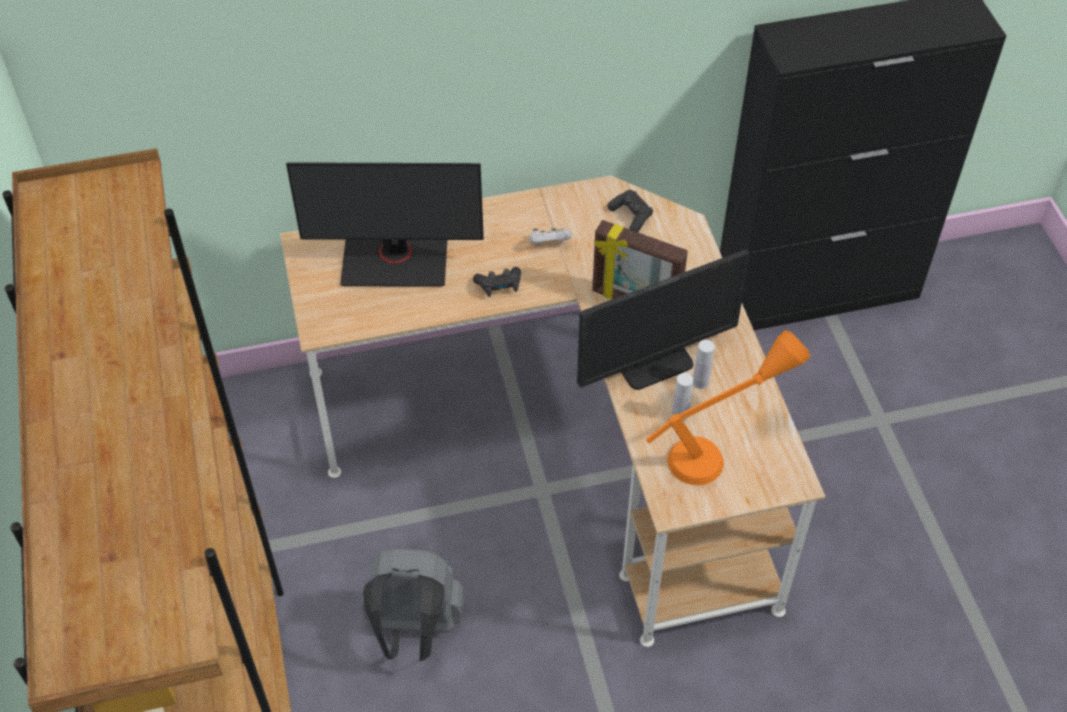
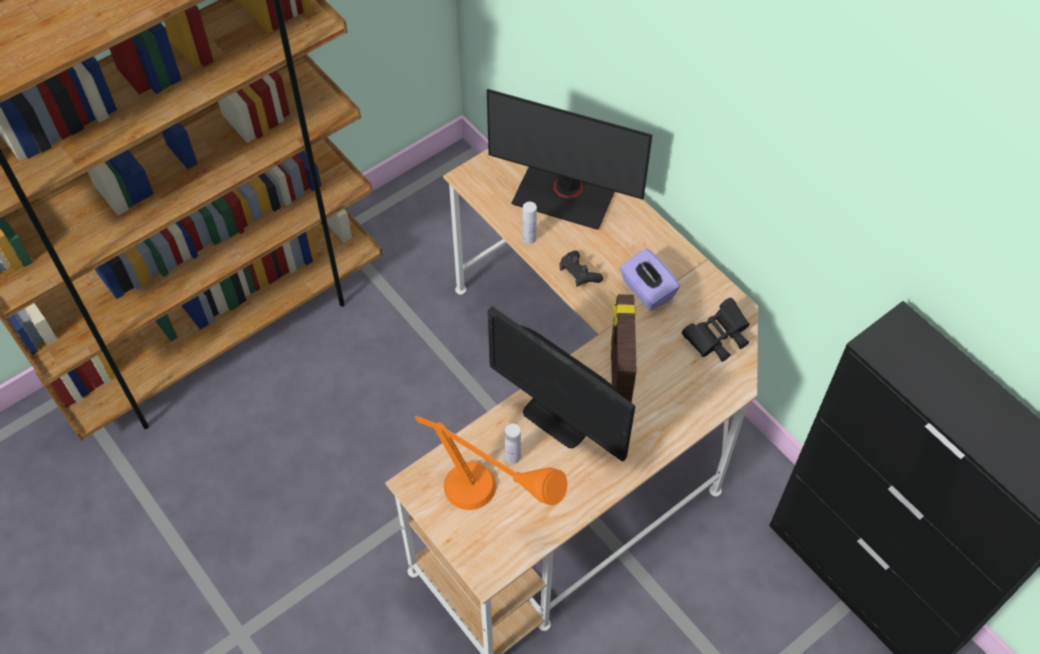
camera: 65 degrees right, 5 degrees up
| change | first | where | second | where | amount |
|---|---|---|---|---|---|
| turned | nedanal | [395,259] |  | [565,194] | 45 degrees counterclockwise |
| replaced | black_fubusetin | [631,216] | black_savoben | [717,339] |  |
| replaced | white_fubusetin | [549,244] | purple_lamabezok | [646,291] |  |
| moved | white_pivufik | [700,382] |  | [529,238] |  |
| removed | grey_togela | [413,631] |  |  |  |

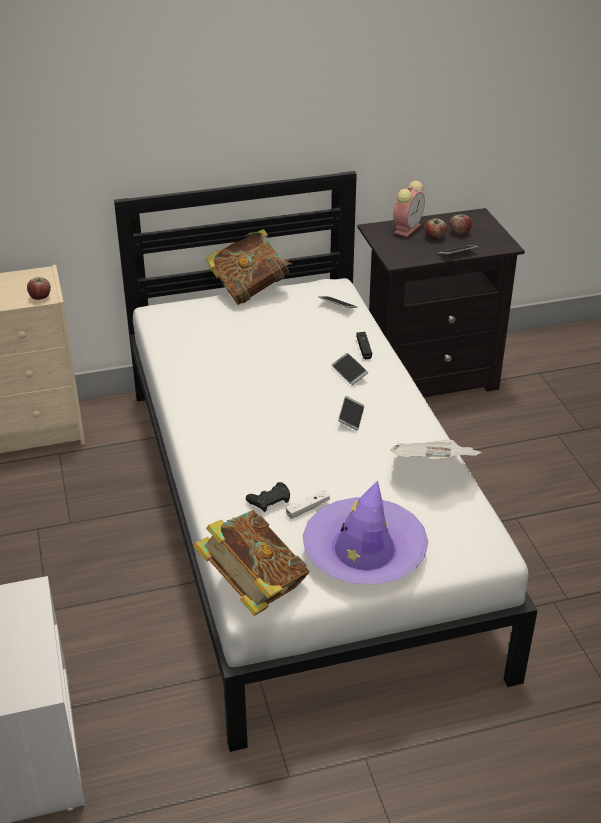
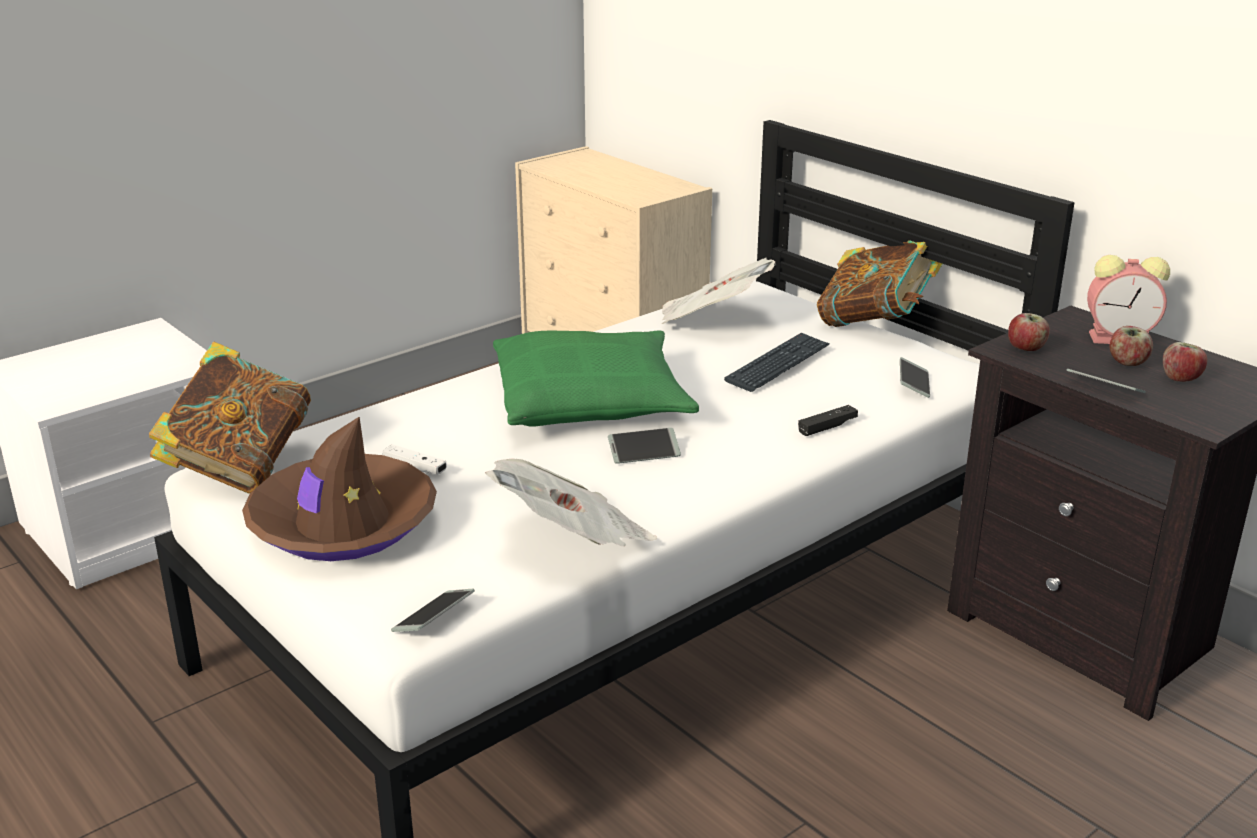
camera: 65 degrees right, 10 degrees down
| change | first | where | second | where | amount |
|---|---|---|---|---|---|
| moved | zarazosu | [40,297] |  | [1026,349] |  |
| moved | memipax | [349,372] |  | [434,618] |  |
| recoloured | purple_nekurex | [364,552] | brown_nekurex | [342,524] |  |
| removed | black_fubusetin | [269,500] |  |  |  |
| added |  |  | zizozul | [712,320] |  |
| added |  |  | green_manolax | [591,400] |  |
| added |  |  | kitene | [778,364] |  |

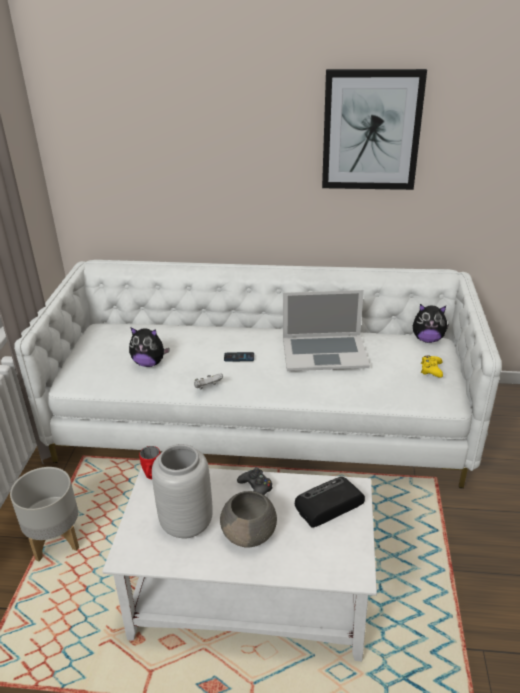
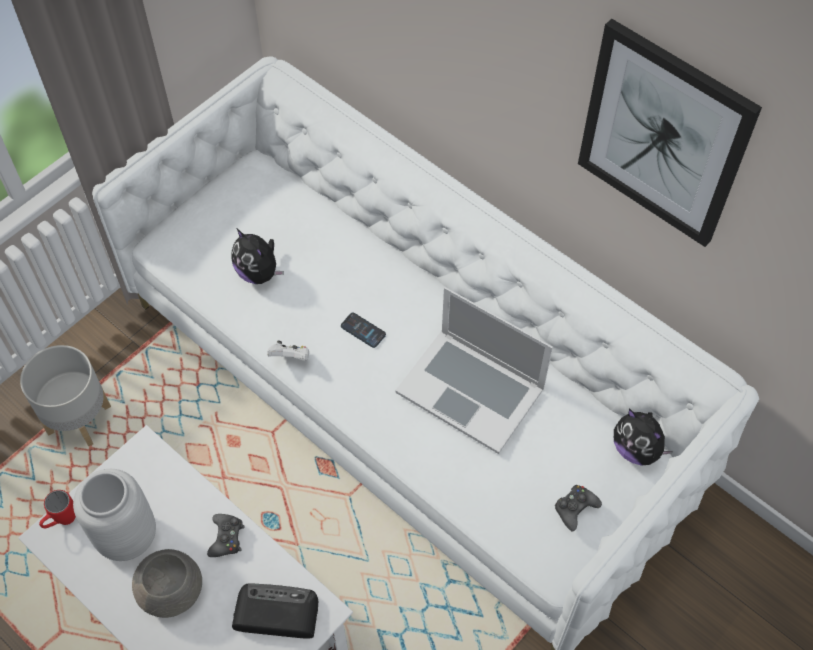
camera: 35 degrees right, 25 degrees up
| change | first | where | second | where | amount |
|---|---|---|---|---|---|
| recoloured | yellow_fubusetin | [431,369] | black_fubusetin | [575,508] |  |
| moved | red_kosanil | [152,478] |  | [62,521] |  |

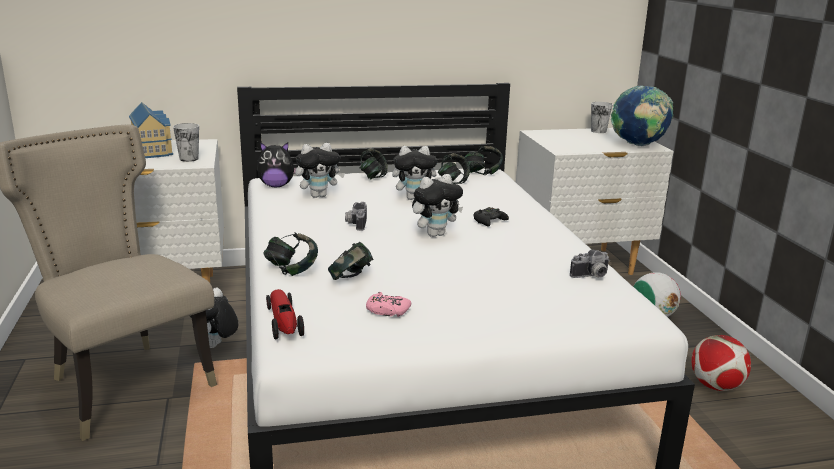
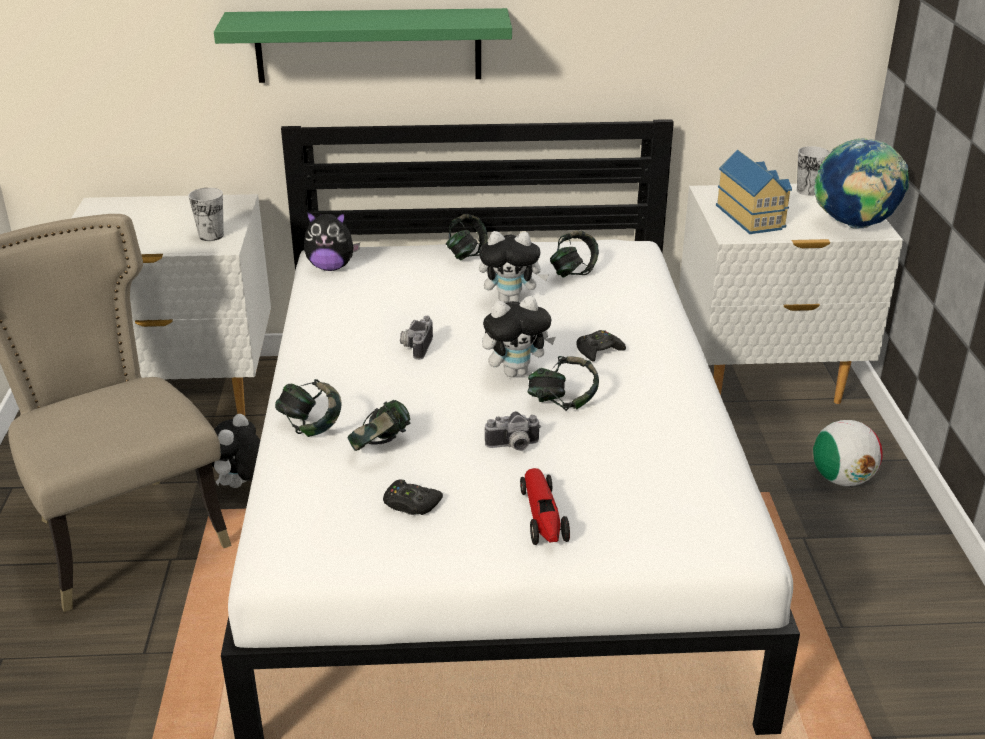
camera: 10 degrees right, 10 degrees up
| change | first | where | second | where | amount |
|---|---|---|---|---|---|
| moved | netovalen | [153,150] |  | [752,216] |  |
| removed | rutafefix | [319,196] |  |  |  |
| moved | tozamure | [482,173] |  | [562,402] |  |
| moved | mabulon | [591,276] |  | [513,447] |  |
| moved | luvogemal | [284,322] |  | [543,517] |  |
| recoloured | pink_fubusetin | [387,310] | black_fubusetin | [411,504] |  |
| removed | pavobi | [716,386] |  |  |  |
| added |  |  | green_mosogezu | [368,45] |  |

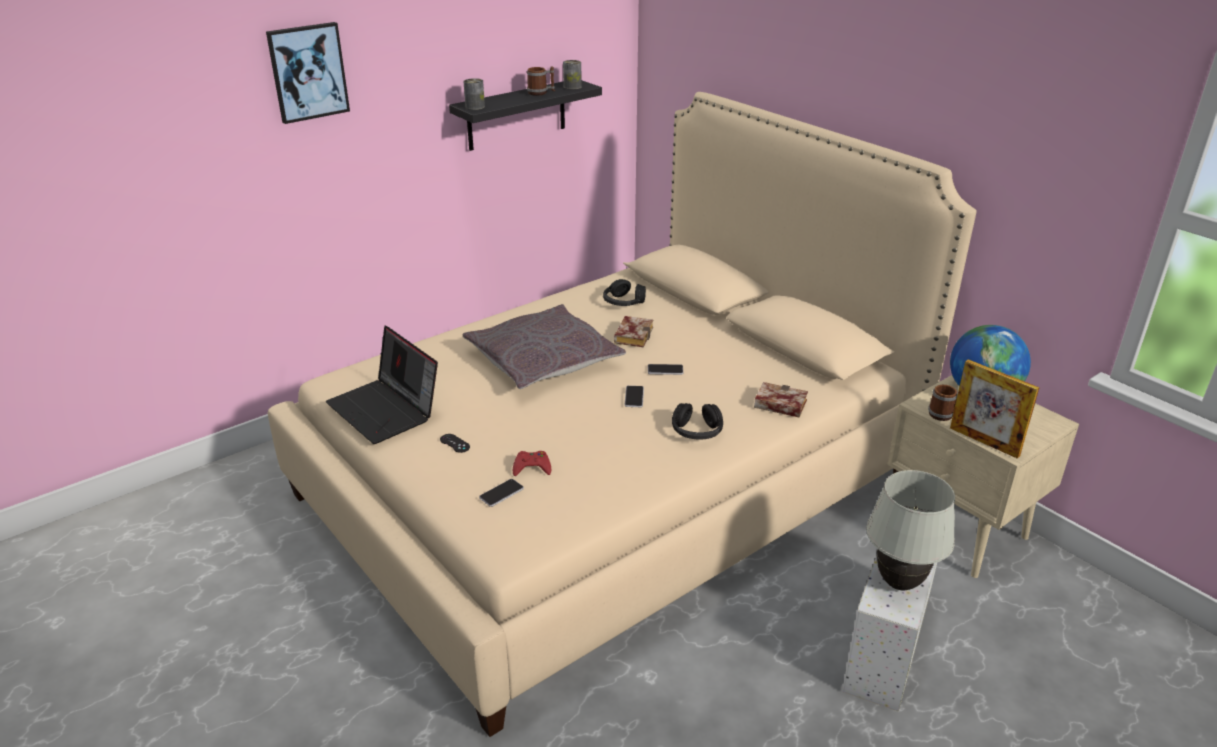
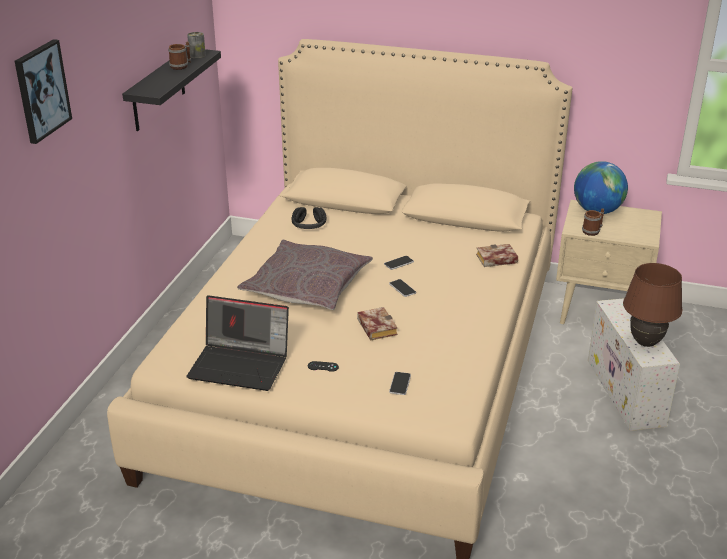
camera: 35 degrees left, 0 degrees up
| change | first | where | second | where | amount |
|---|---|---|---|---|---|
| removed | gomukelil | [475,107] |  |  |  |
| moved | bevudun | [632,335] |  | [375,327] |  |
| removed | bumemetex | [984,442] |  |  |  |
| removed | black_tozamure | [697,431] |  |  |  |
| removed | red_fubusetin | [532,467] |  |  |  |
| recoloured | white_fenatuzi | [900,583] | brown_fenatuzi | [646,342] |  |

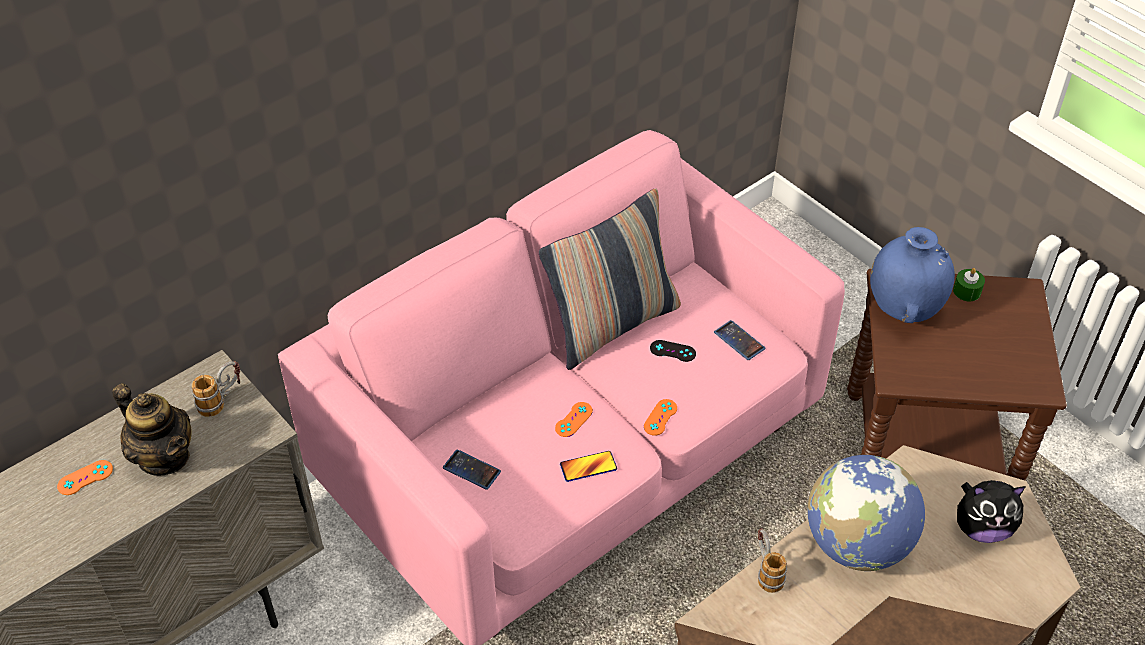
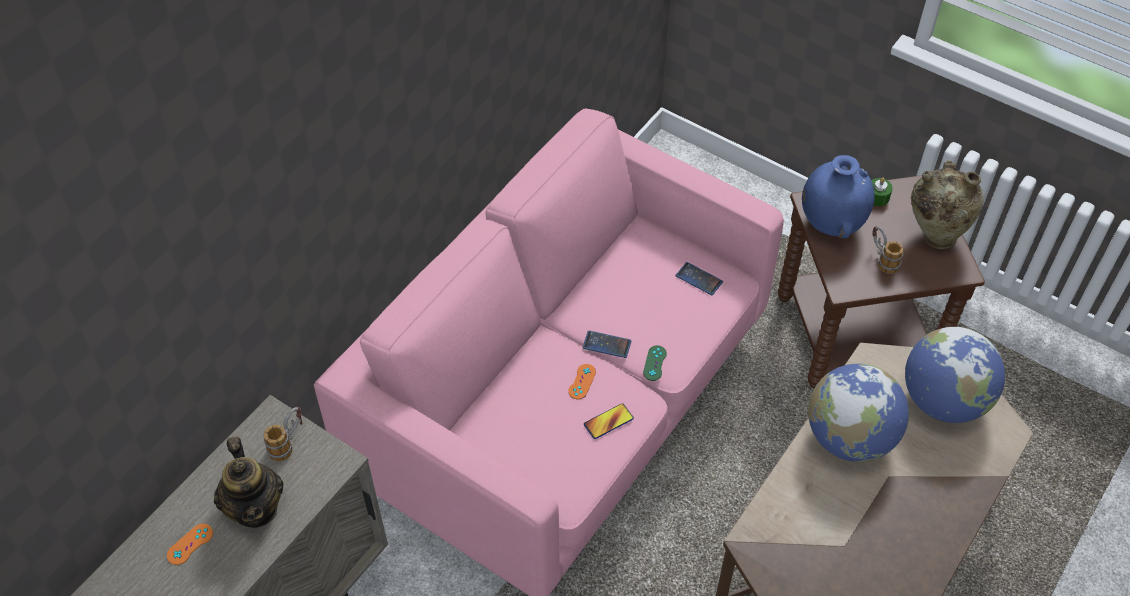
camera: 15 degrees left, 5 degrees up
| change | first | where | second | where | amount |
|---|---|---|---|---|---|
| removed | manolax | [612,325] |  |  |  |
| removed | black_fubusetin | [672,351] |  |  |  |
| turned | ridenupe | [164,457] |  | [255,507] | 45 degrees clockwise |
| recoloured | orange_fubusetin | [660,417] | green_fubusetin | [655,363] |  |
| moved | memipax | [471,470] |  | [607,344] |  |
| replaced | rutafefix | [981,528] | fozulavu | [943,401] |  |
| moved | kosanil | [766,571] |  | [881,259] |  |
| added |  |  | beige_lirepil | [935,235] |  |

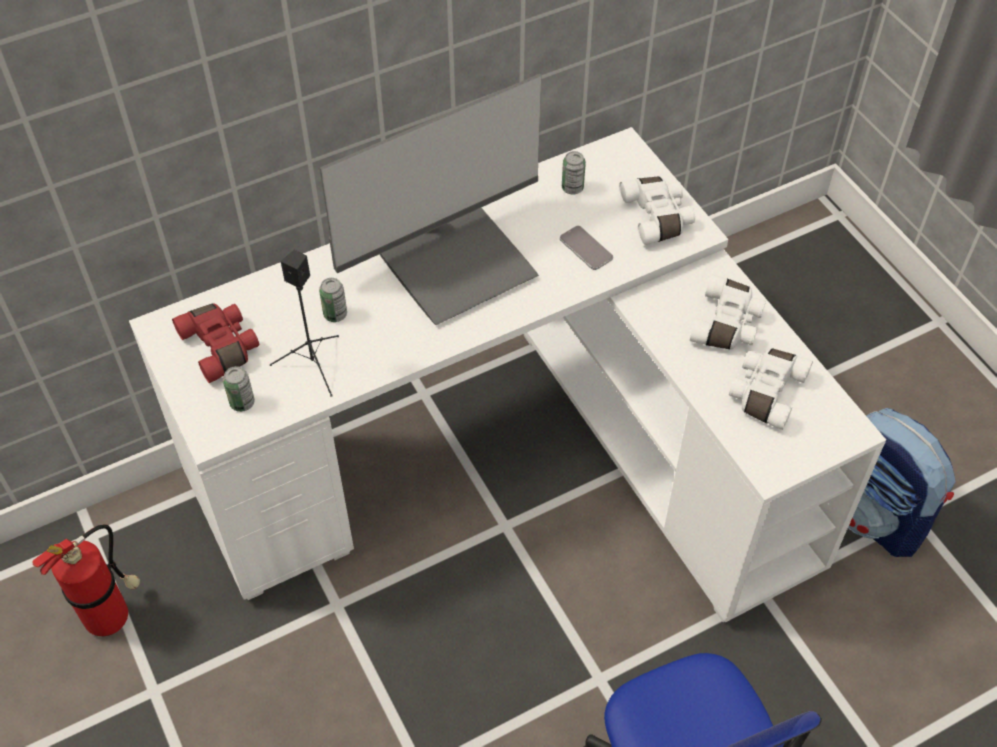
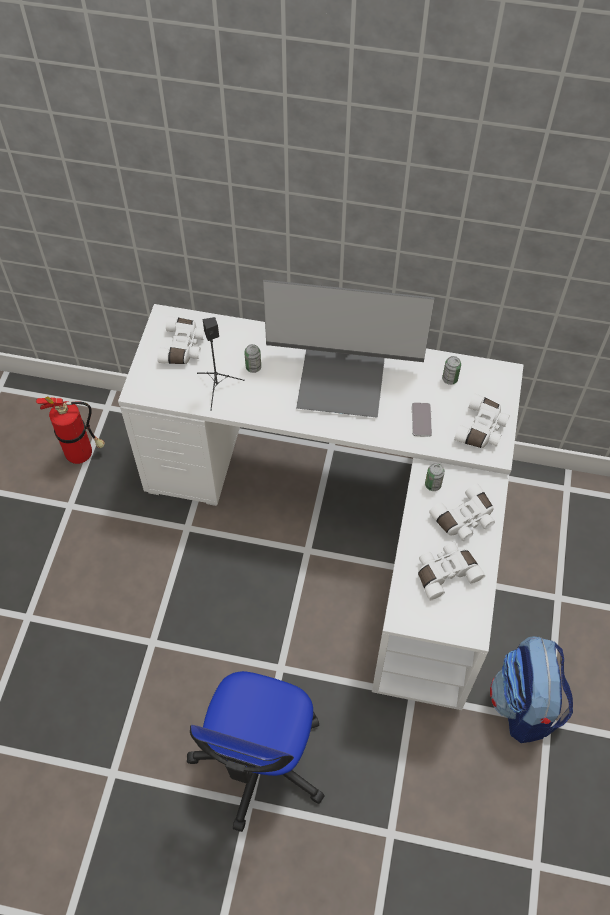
camera: 40 degrees right, 5 degrees up
| change | first | where | second | where | amount |
|---|---|---|---|---|---|
| recoloured | red_savoben | [222,346] | white_savoben | [184,347] |  |
| moved | gomukelil | [242,403] |  | [433,485] |  |

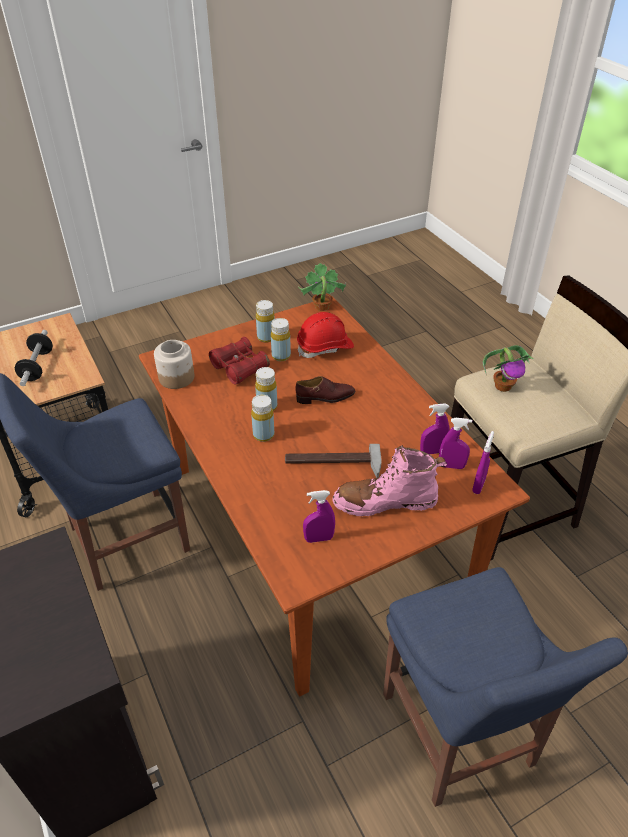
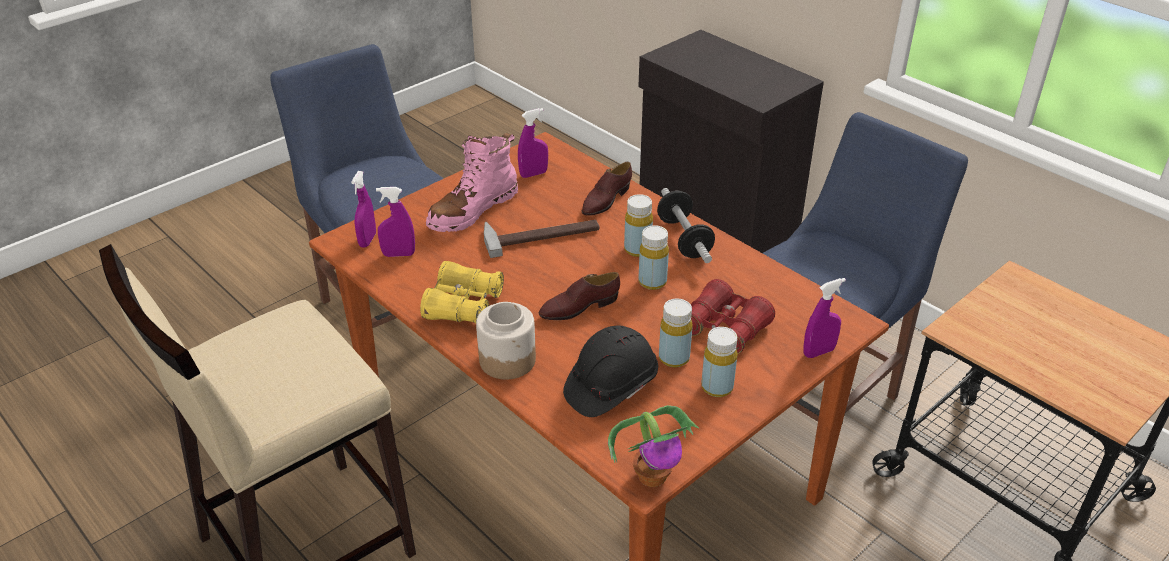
camera: 165 degrees right, 5 degrees down
| change | first | where | second | where | amount |
|---|---|---|---|---|---|
| recoloured | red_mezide | [325,347] | black_mezide | [610,386] |  |
| moved | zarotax | [37,366] |  | [684,239] |  |
| moved | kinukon | [176,378] |  | [508,360] |  |
| removed | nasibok | [503,386] |  |  |  |
| moved | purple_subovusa | [432,451] |  | [819,352] |  |
| turned | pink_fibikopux | [385,502] |  | [473,210] | 150 degrees clockwise |
| added |  |  | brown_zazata | [605,200] |  |
| added |  |  | yellow_savoben | [463,305] |  |

